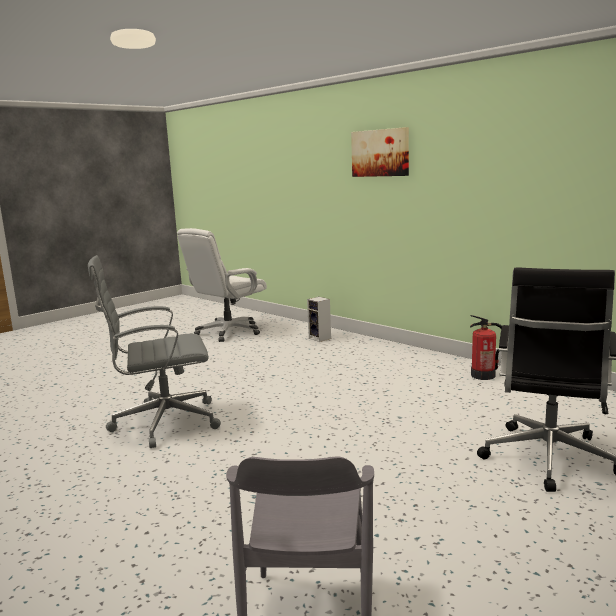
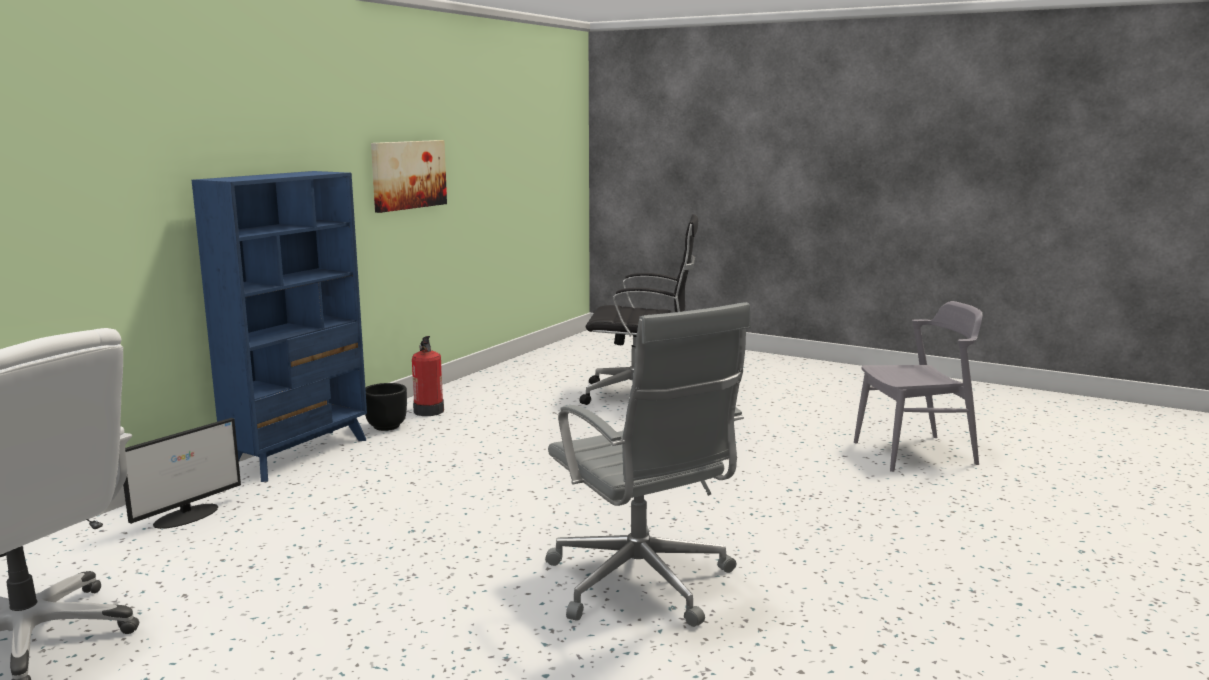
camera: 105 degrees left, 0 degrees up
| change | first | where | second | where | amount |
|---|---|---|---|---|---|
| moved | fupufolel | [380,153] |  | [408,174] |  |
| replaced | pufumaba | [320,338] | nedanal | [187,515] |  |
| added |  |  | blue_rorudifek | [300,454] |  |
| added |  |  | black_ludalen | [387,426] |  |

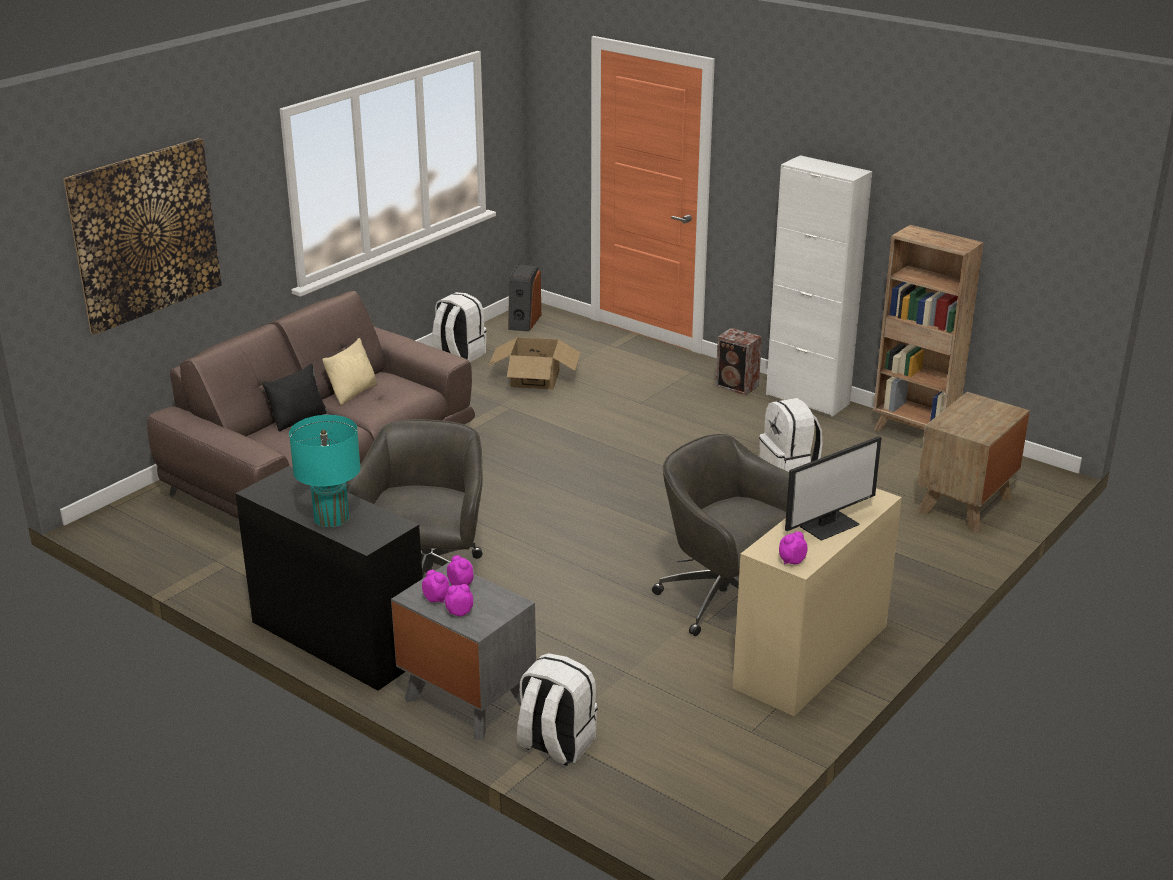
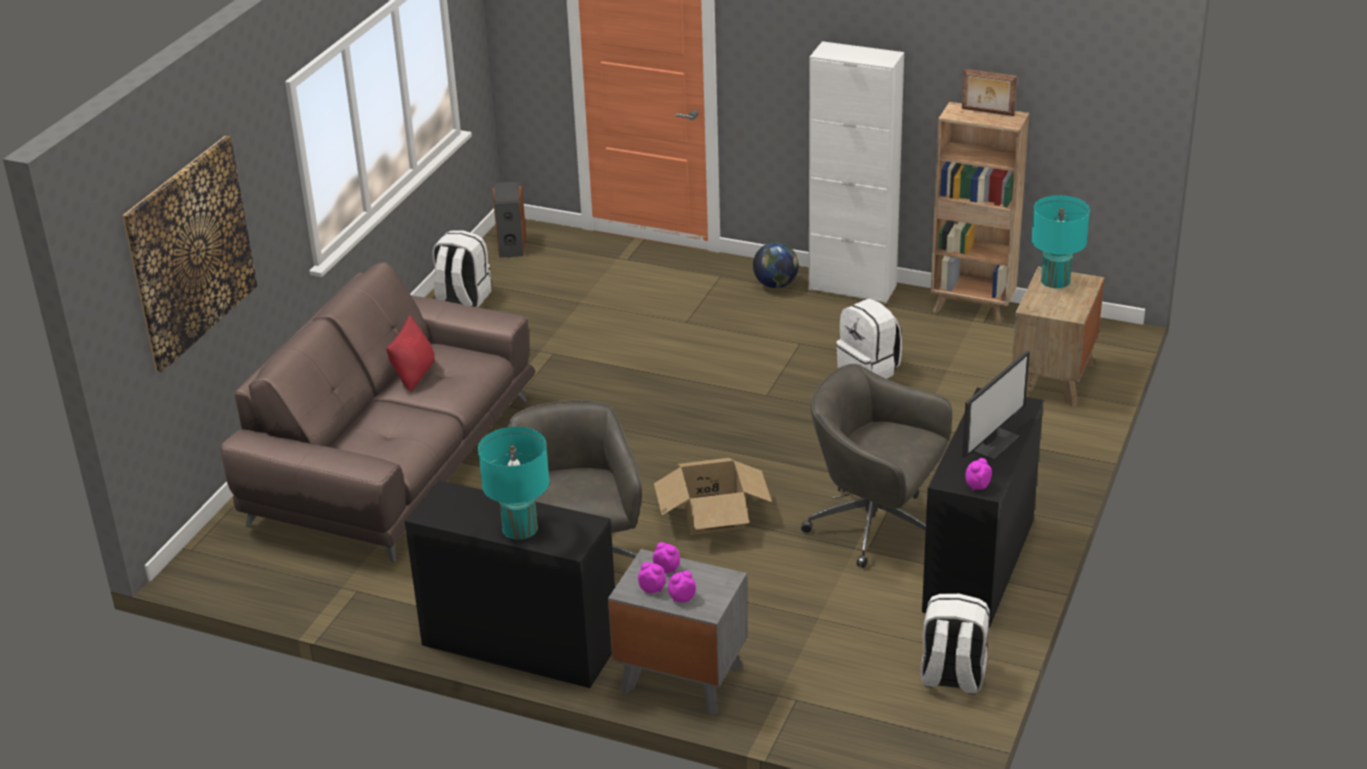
camera: 15 degrees left, 5 degrees up
| change | first | where | second | where | amount |
|---|---|---|---|---|---|
| replaced | pufumaba | [738,386] | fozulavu | [776,285] |  |
| moved | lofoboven | [534,378] |  | [712,515] |  |
| recoloured | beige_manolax | [353,393] | red_manolax | [414,375] |  |
| removed | black_manolax | [298,419] |  |  |  |
| recoloured | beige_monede | [812,656] | black_monede | [979,565] |  |
| moved | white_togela | [555,744] |  | [952,677] |  |
| added |  |  | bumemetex | [987,112] |  |
| added |  |  | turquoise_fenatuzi | [1055,281] |  |

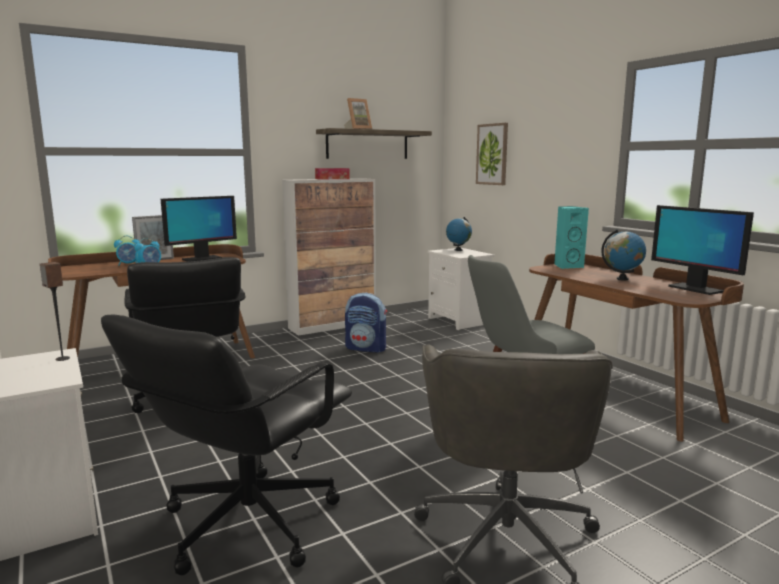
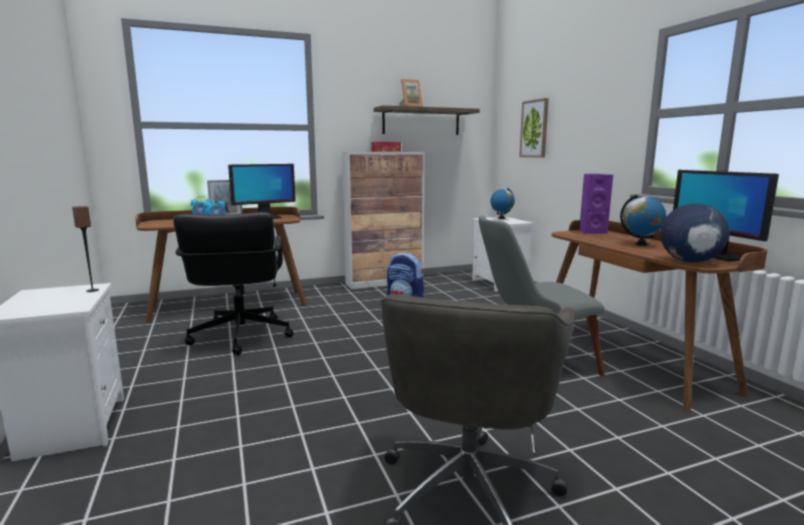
camera: 10 degrees right, 0 degrees up
| change | first | where | second | where | amount |
|---|---|---|---|---|---|
| recoloured | turquoise_pufumaba | [567,266] | purple_pufumaba | [591,232] |  |
| removed | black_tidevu | [247,523] |  |  |  |
| added |  |  | fozulavu | [689,261] |  |

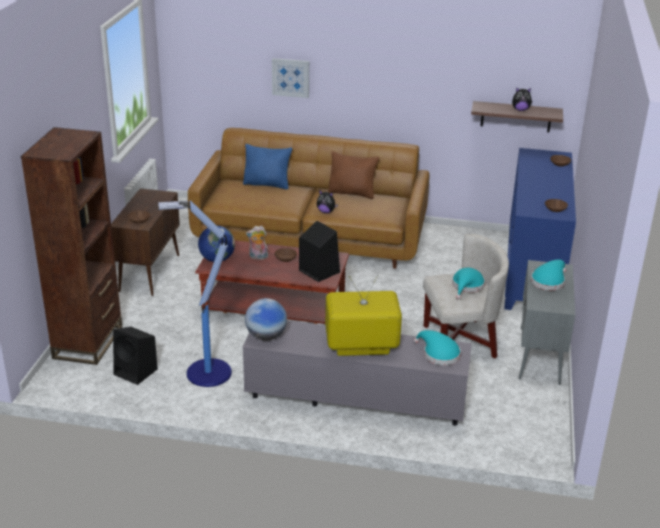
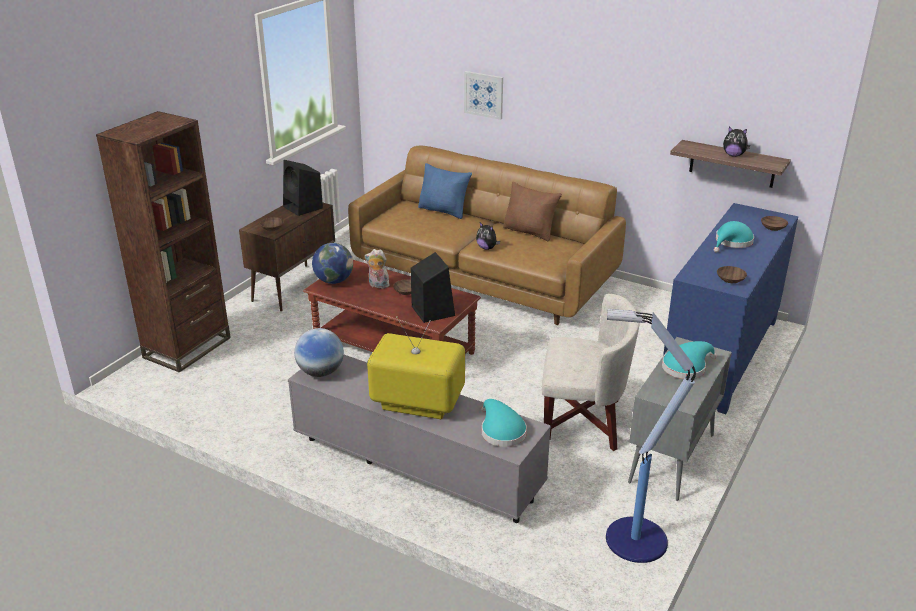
camera: 20 degrees right, 0 degrees up
| change | first | where | second | where | amount |
|---|---|---|---|---|---|
| moved | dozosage | [207,373] |  | [633,539] |  |
| moved | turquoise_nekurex | [467,286] |  | [732,242] |  |
| moved | black_pufumaba | [137,372] |  | [303,207] |  |

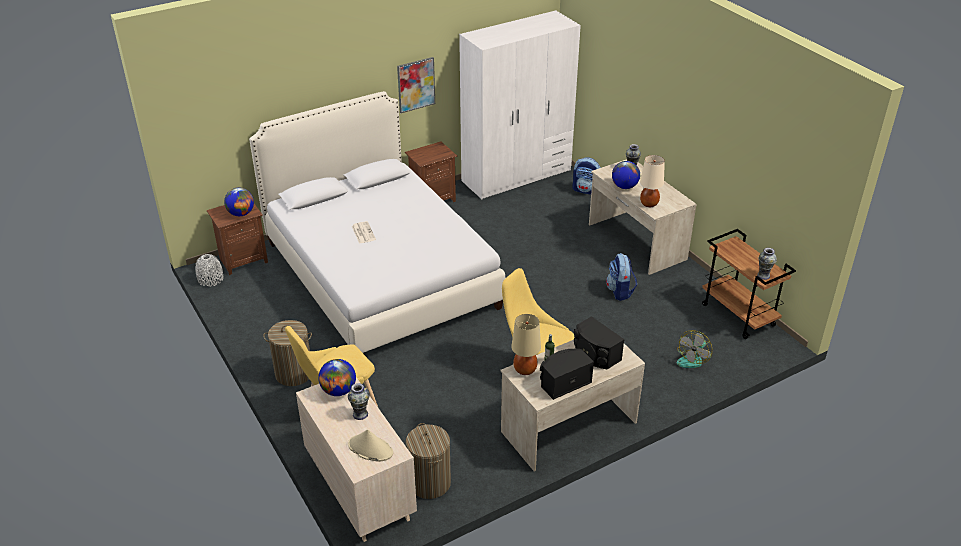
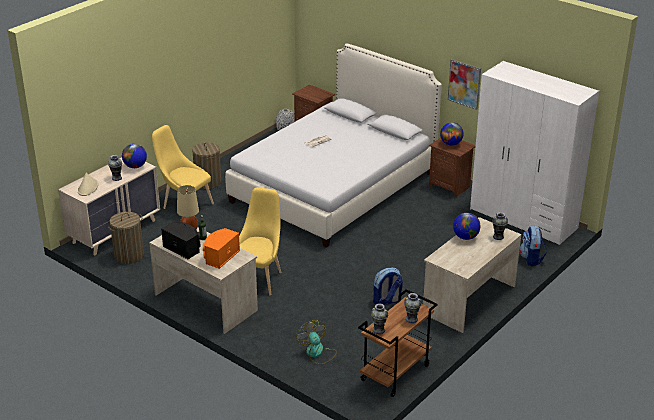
camera: 70 degrees right, 5 degrees down
| change | first | where | second | where | amount |
|---|---|---|---|---|---|
| removed | beige_fenatuzi | [649,204] |  |  |  |
| moved | fozulavu | [241,213] |  | [451,144] |  |
| recoloured | black_pufumaba | [595,354] | orange_pufumaba | [220,256] |  |
| turned | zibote | [692,359] |  | [317,353] | 45 degrees clockwise |
| added |  |  | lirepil | [411,319] |  |

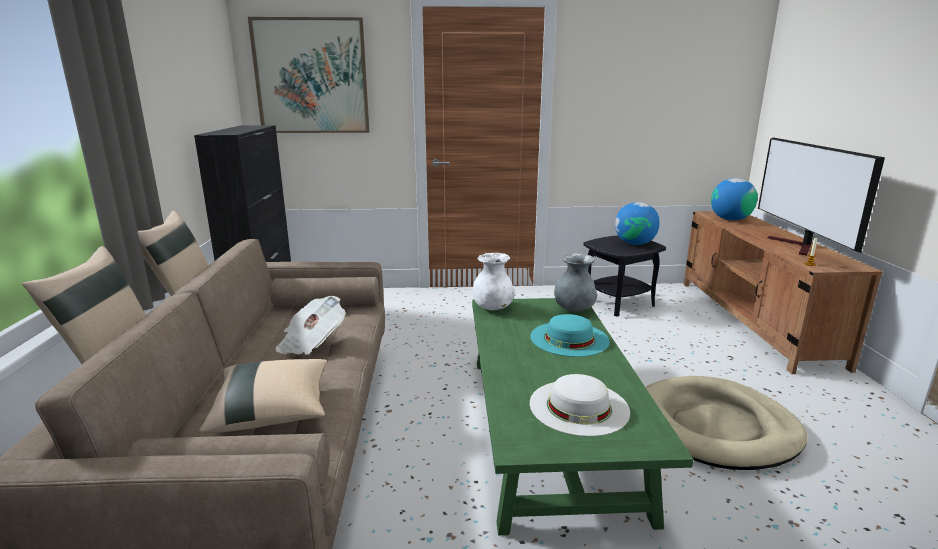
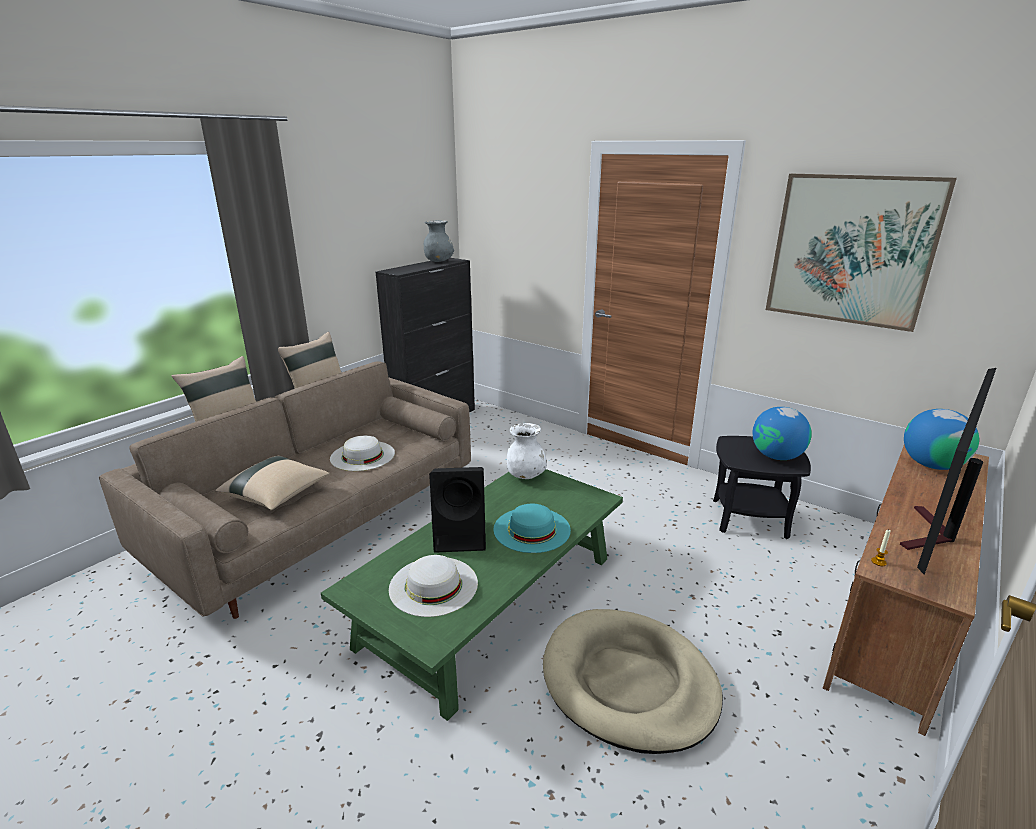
camera: 40 degrees right, 5 degrees up
| change | first | where | second | where | amount |
|---|---|---|---|---|---|
| moved | fupufolel | [311,76] |  | [851,250] |  |
| moved | grey_lirepil | [574,309] |  | [438,261] |  |
| replaced | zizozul | [311,342] | white_nekurex | [362,455] |  |
| added |  |  | black_pufumaba | [462,536] |  |

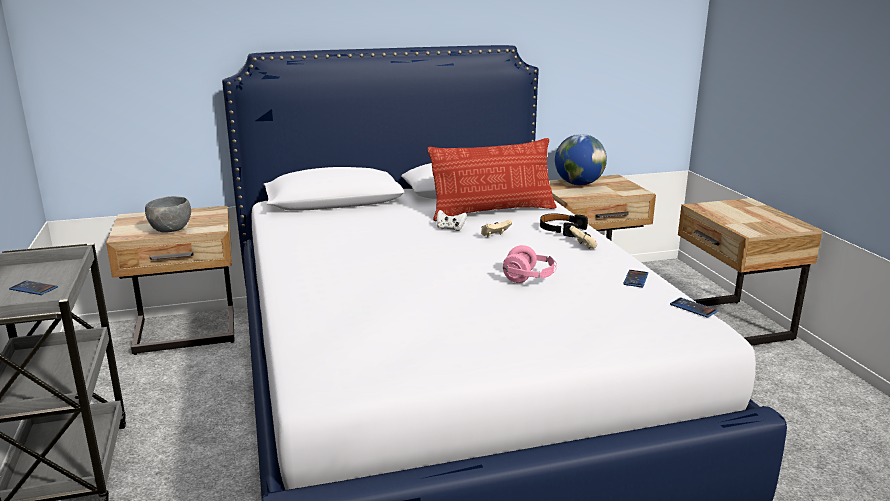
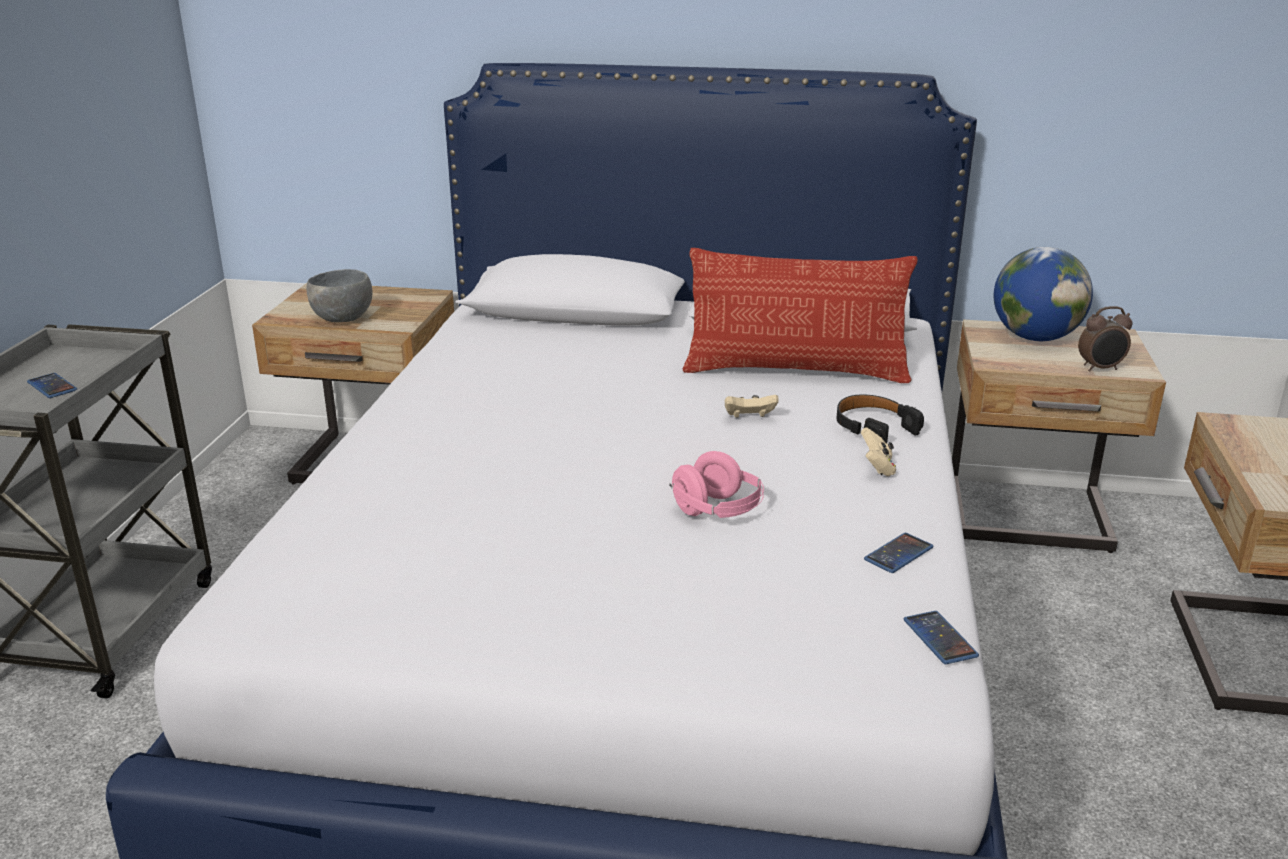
camera: 25 degrees right, 5 degrees up
| change | first | where | second | where | amount |
|---|---|---|---|---|---|
| removed | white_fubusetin | [450,228] |  |  |  |
| added |  |  | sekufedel | [1100,368] |  |

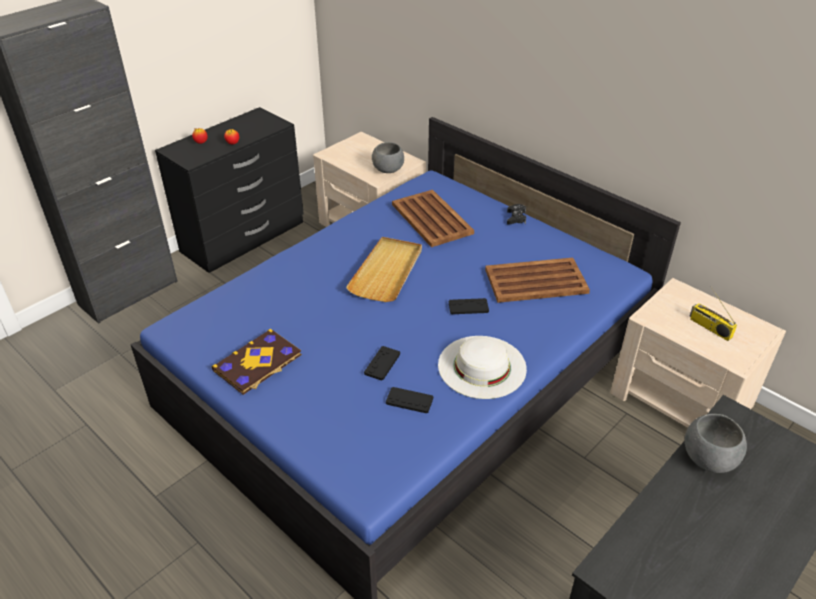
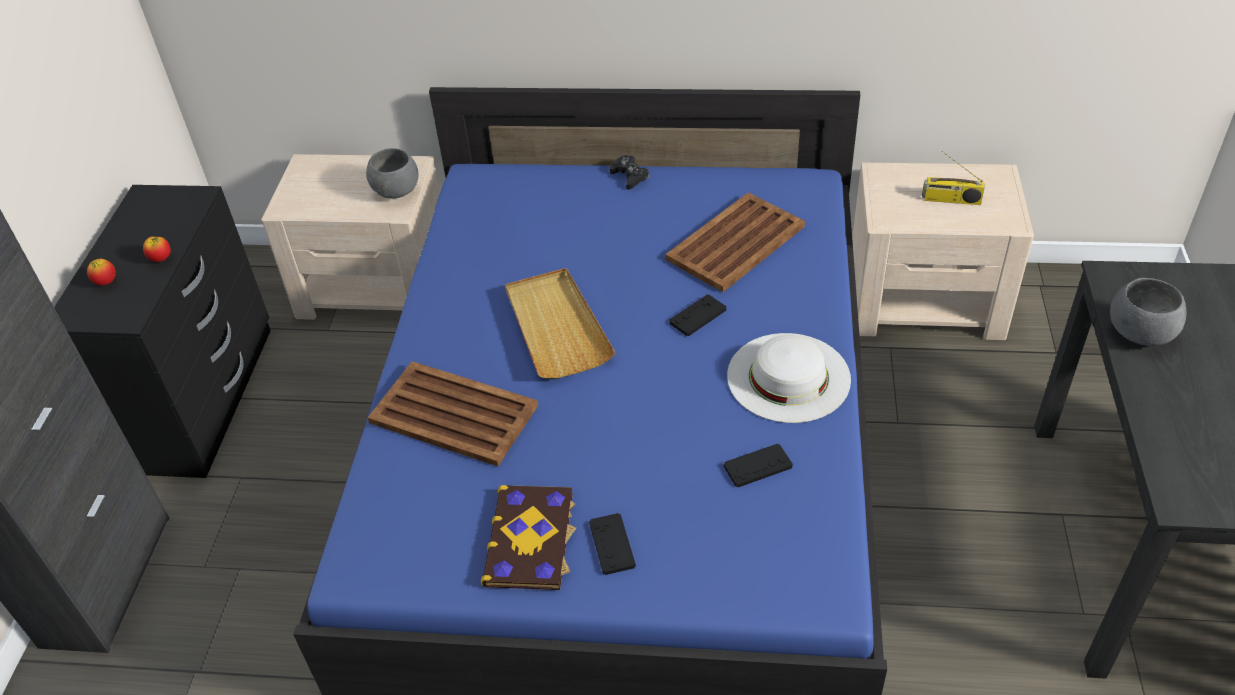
camera: 35 degrees left, 5 degrees up
| change | first | where | second | where | amount |
|---|---|---|---|---|---|
| moved | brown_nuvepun | [431,218] |  | [452,413] |  |
| moved | black_fubusetin | [382,364] |  | [612,544] |  |

